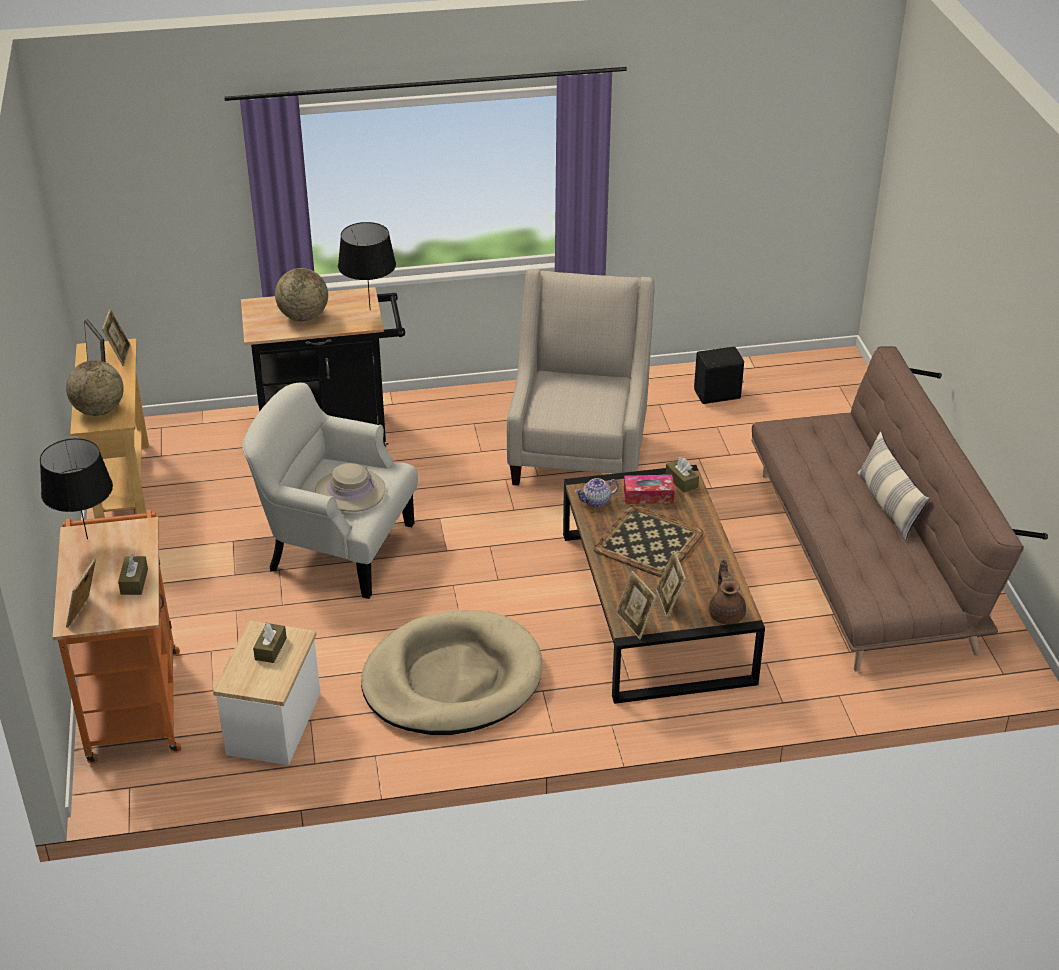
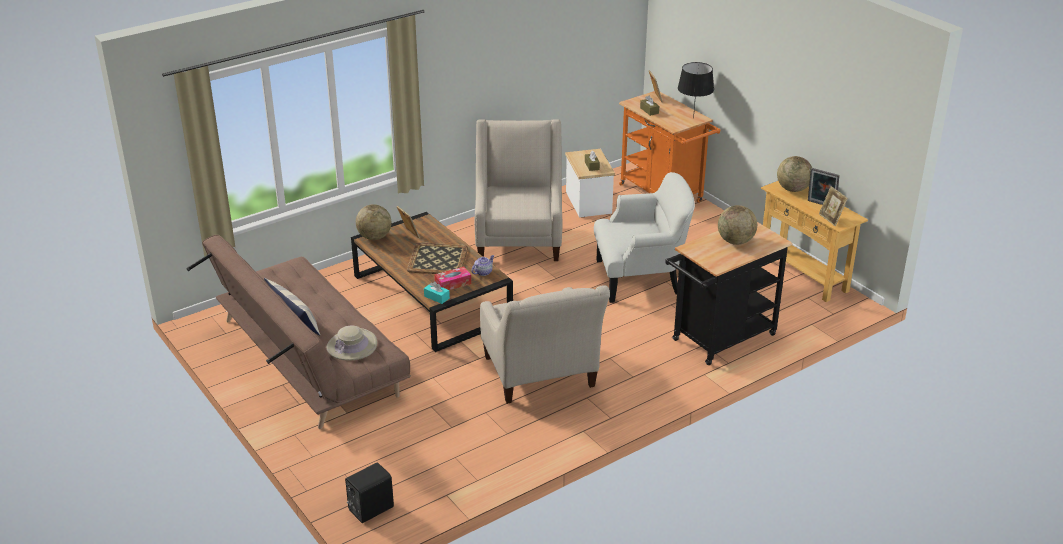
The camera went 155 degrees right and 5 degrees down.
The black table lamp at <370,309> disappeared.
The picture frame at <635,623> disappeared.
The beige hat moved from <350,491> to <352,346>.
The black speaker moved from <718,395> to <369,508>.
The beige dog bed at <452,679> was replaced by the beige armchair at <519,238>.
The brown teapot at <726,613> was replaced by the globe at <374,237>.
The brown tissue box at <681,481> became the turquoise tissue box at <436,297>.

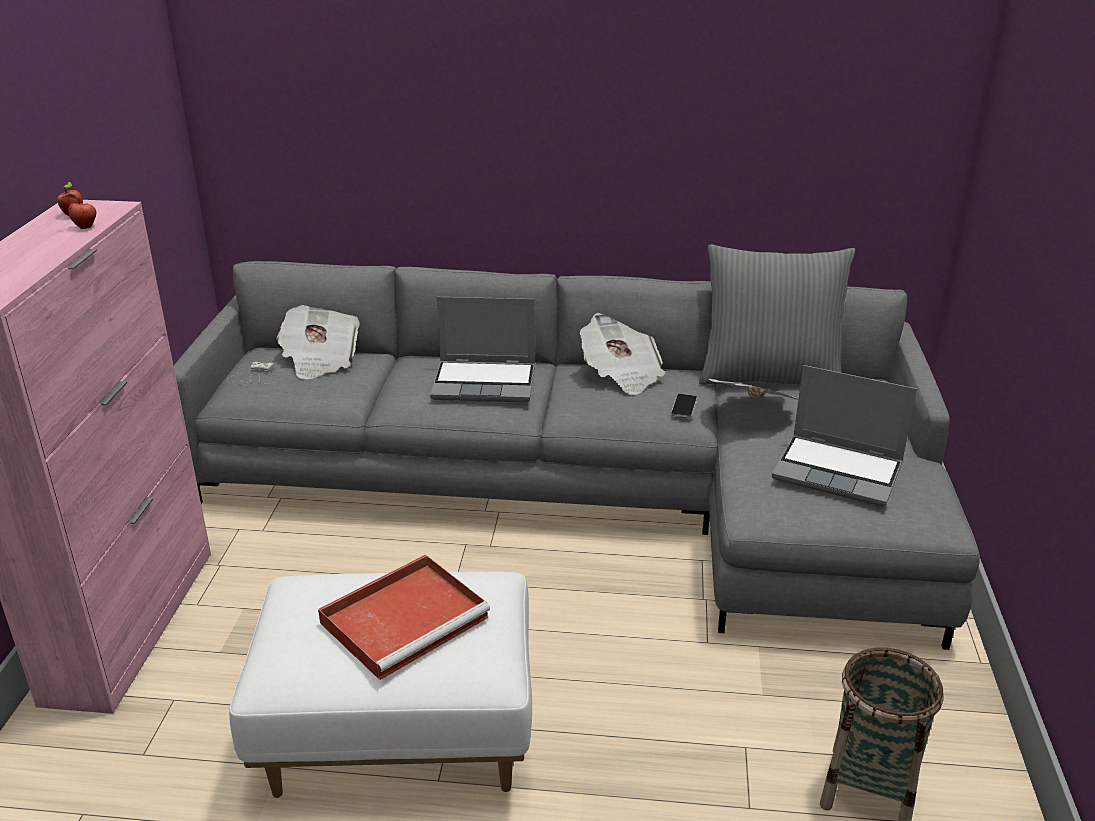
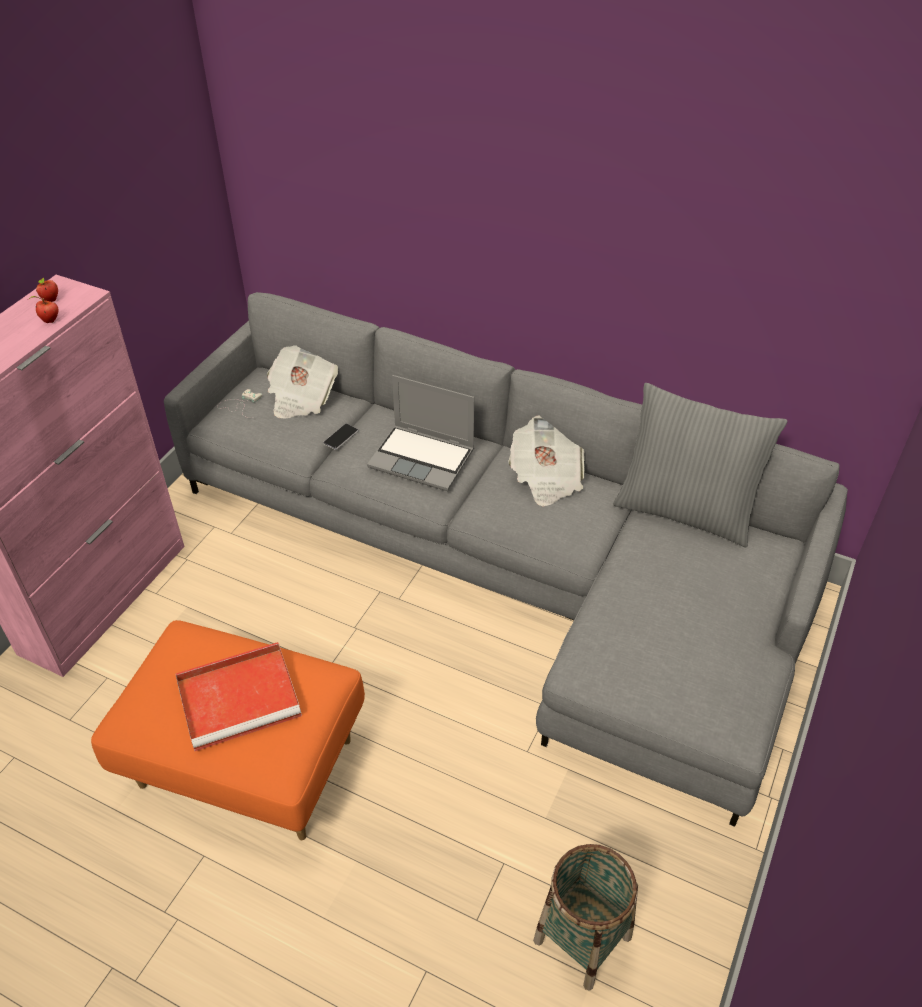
The camera went 20 degrees right and 15 degrees up.
The newspaper at <753,411> disappeared.
The laptop at <839,472> disappeared.
The phone moved from <684,406> to <341,437>.
The white ottoman at <397,739> became the orange ottoman at <244,765>.

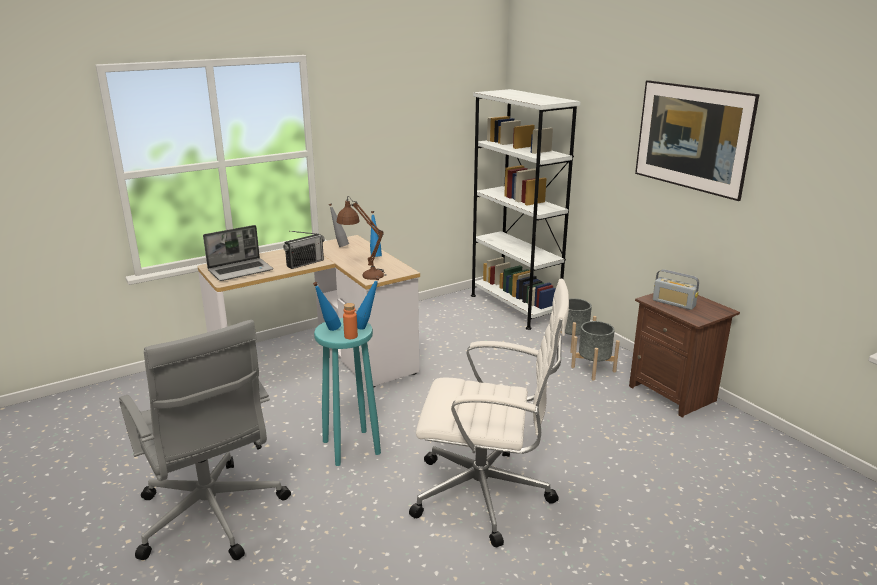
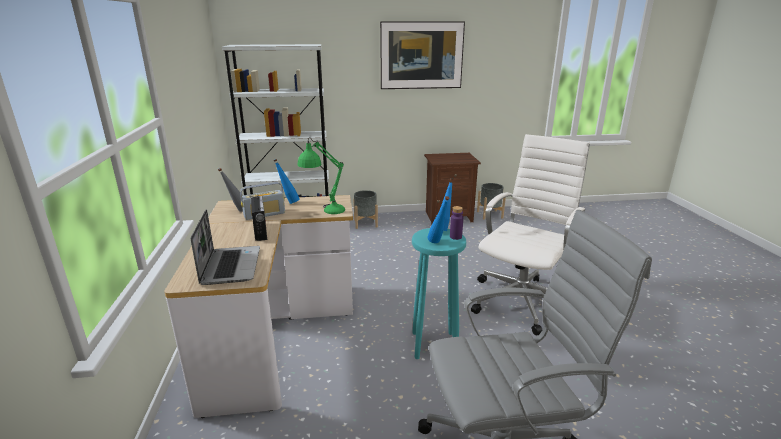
The camera went 65 degrees left and 0 degrees up.
The grey planter moved from <593,369> to <490,214>.
The radio moved from <673,303> to <264,214>.
The brown table lamp at <363,273> became the green table lamp at <324,212>.
The orange bottle at <351,336> became the purple bottle at <455,237>.

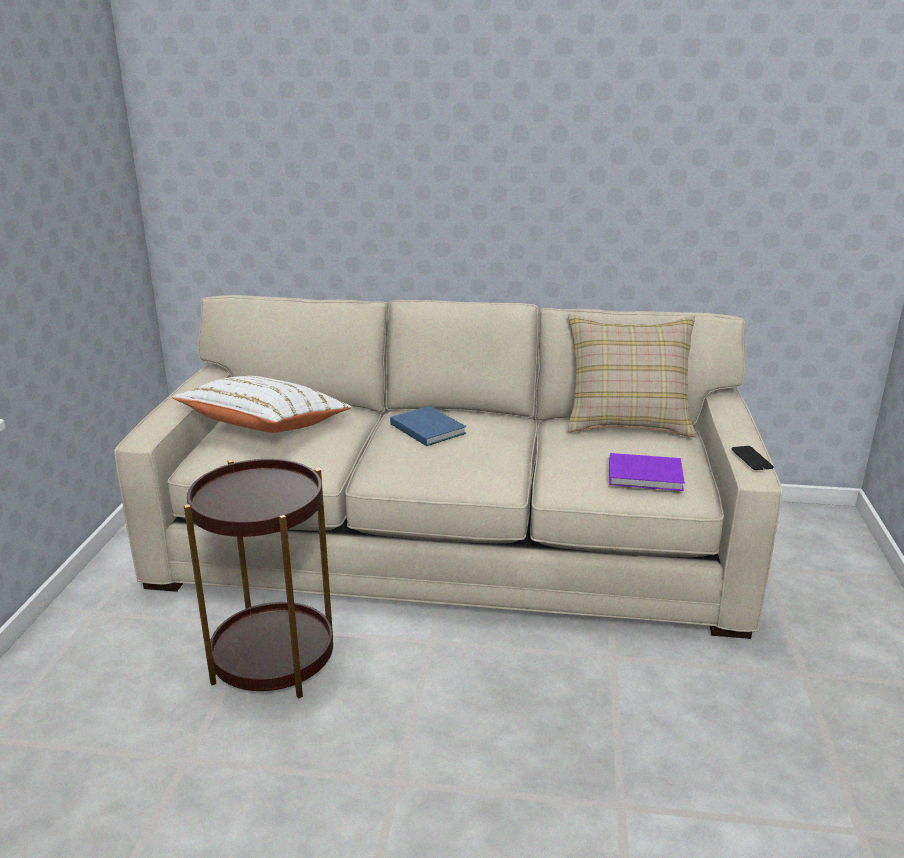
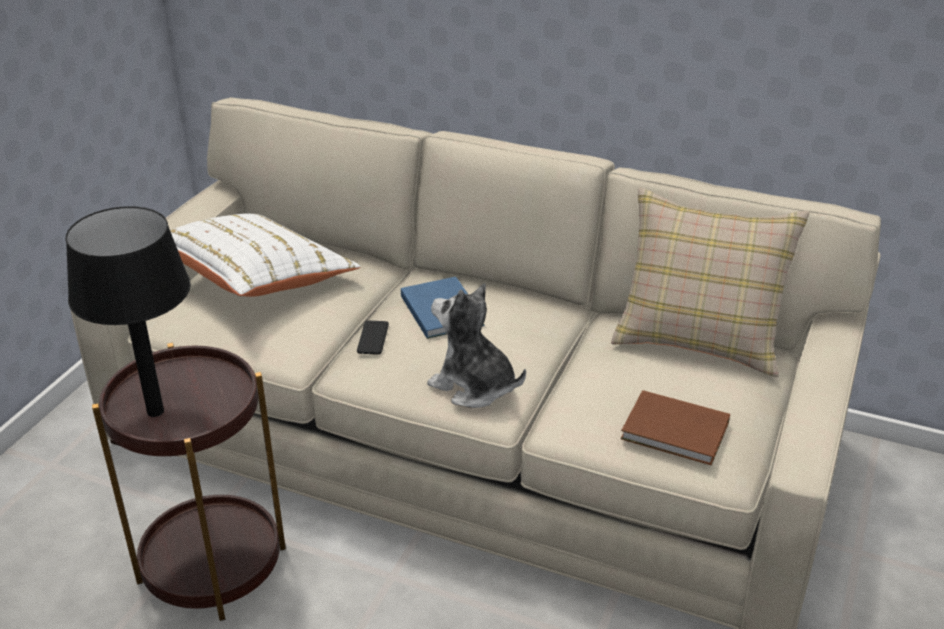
The camera went 15 degrees right and 10 degrees up.
The black table lamp at <156,411> appeared.
The plush toy at <473,386> appeared.
The phone moved from <751,458> to <373,338>.
The purple book at <647,476> became the brown book at <677,432>.

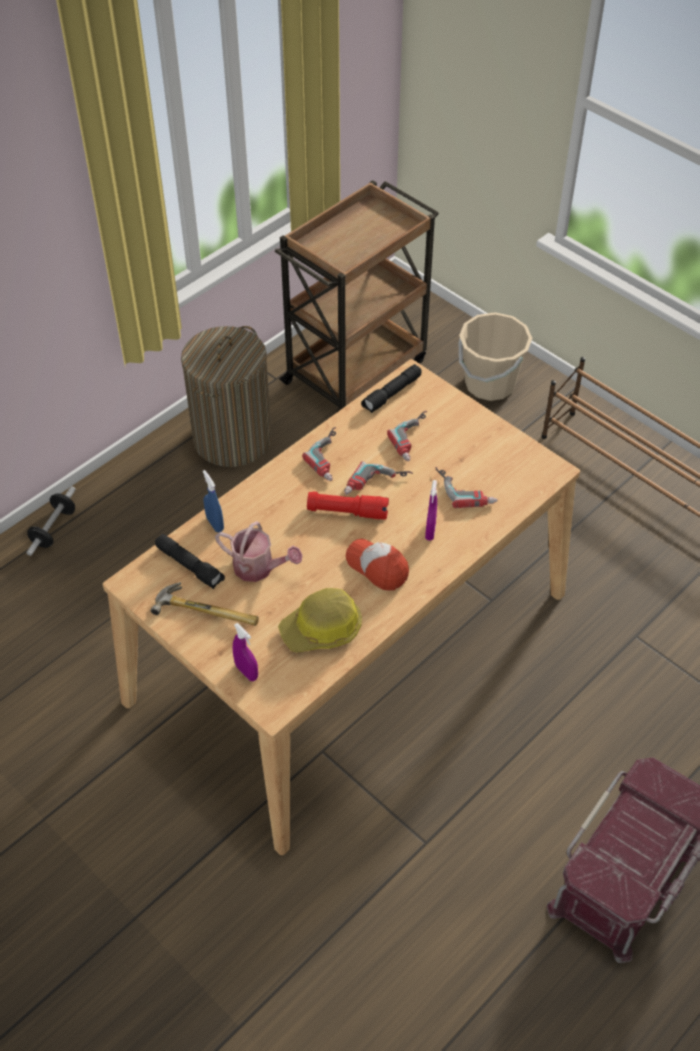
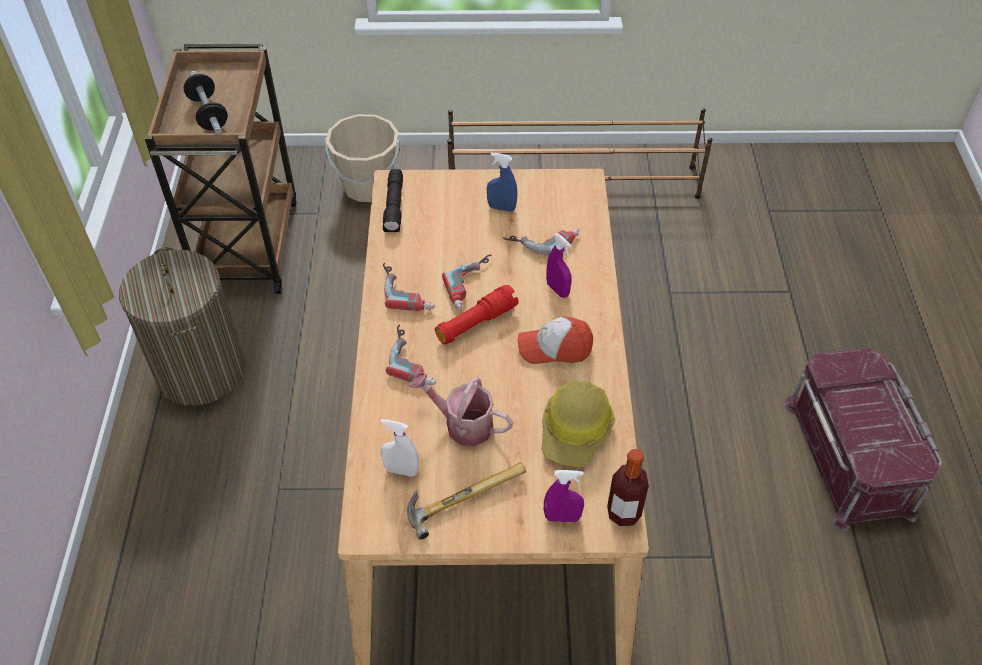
The camera went 45 degrees left and 0 degrees up.
The bottle at <623,513> appeared.
The dumbbell moved from <53,529> to <208,114>.
The blue spray bottle moved from <215,524> to <501,208>.
The power drill moved from <415,439> to <416,359>.
The black flashlight at <190,566> was replaced by the white spray bottle at <401,470>.
The watering can at <259,568> turned 135 degrees counterclockwise.

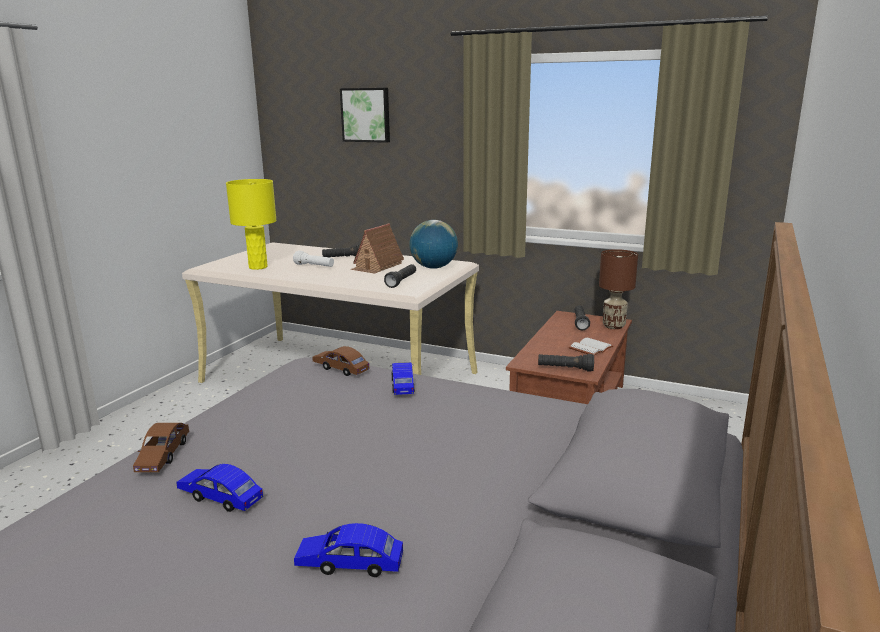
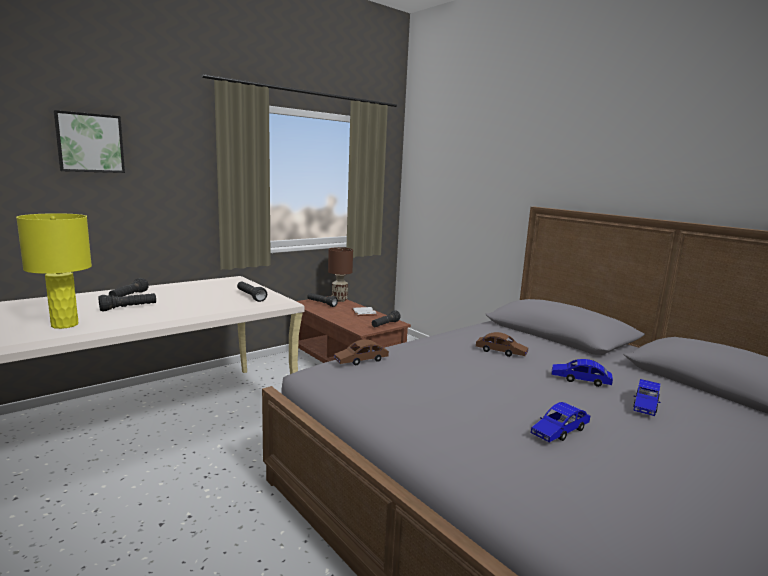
The camera went 65 degrees left and 5 degrees down.
The toy house at <377,266> disappeared.
The globe at <433,267> disappeared.
The brown toy car moved from <164,455> to <501,352>.
The blue toy car moved from <402,384> to <580,380>.
The white flashlight at <314,266> became the black flashlight at <128,308>.

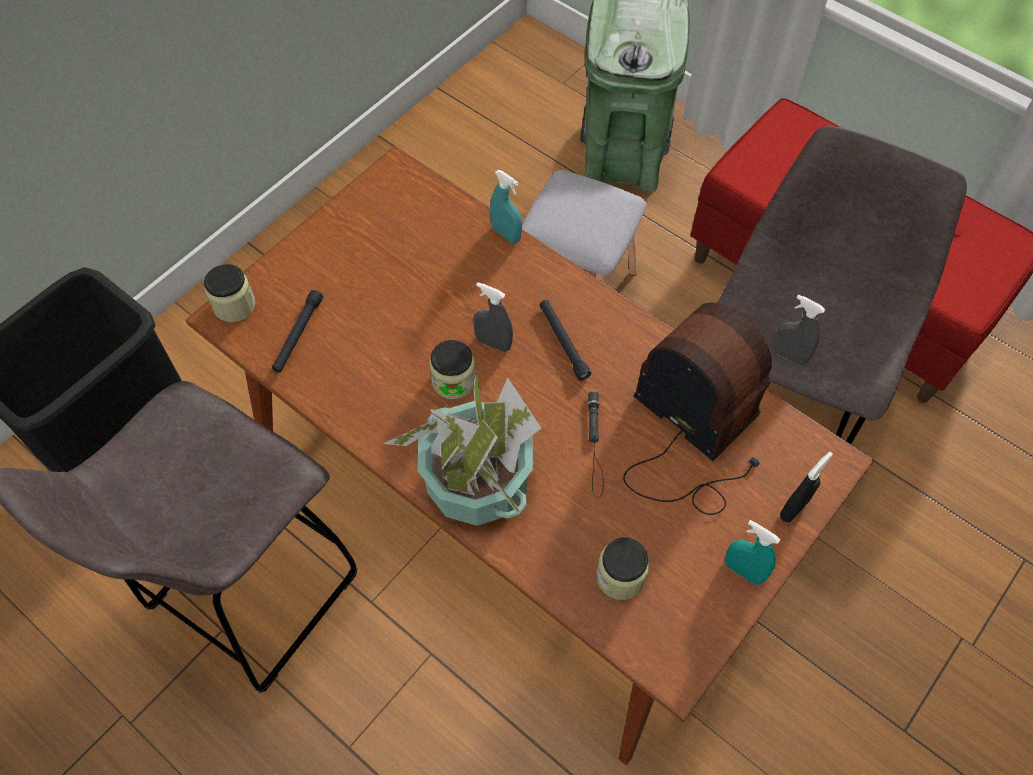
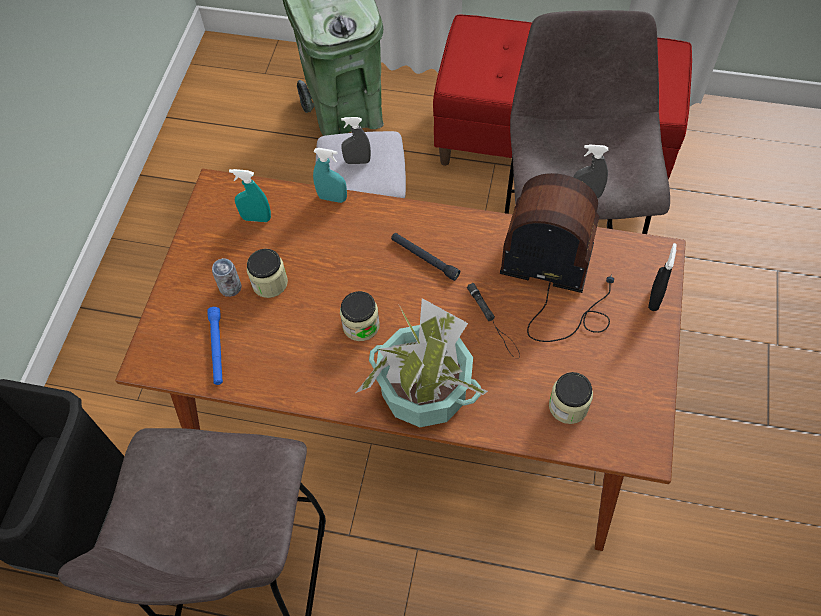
The camera went 25 degrees left and 0 degrees up.
The can at <230,288> appeared.
The jar moved from <234,305> to <270,283>.
The grey spray bottle moved from <493,343> to <357,161>.
The turquoise spray bottle moved from <743,571> to <256,218>.
The black flashlight at <298,335> became the blue flashlight at <217,348>.

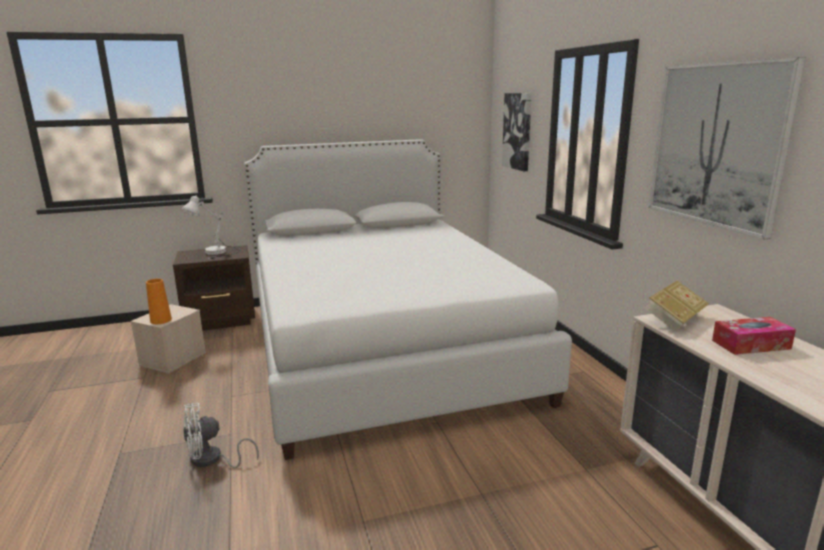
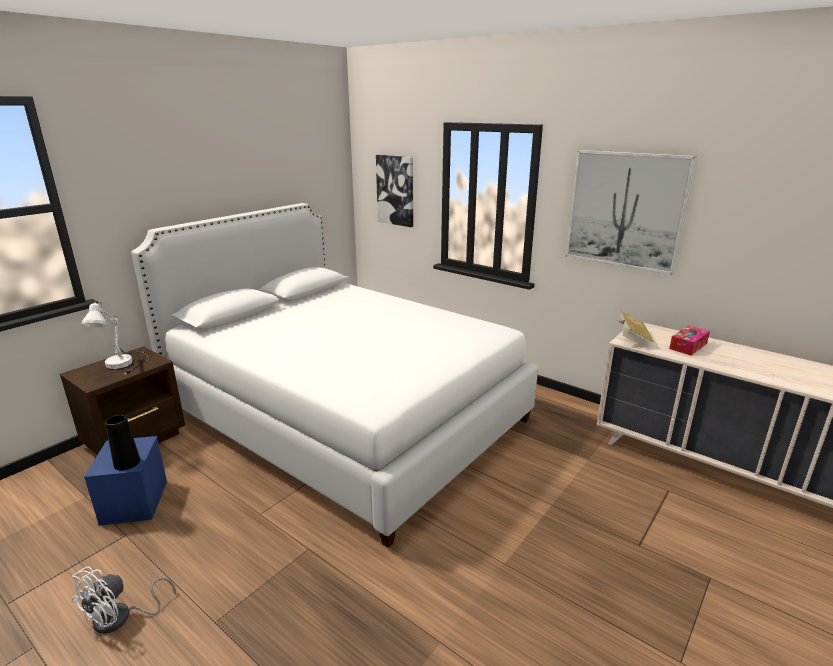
The camera went 35 degrees left and 5 degrees up.
The white fan moved from <212,460> to <120,618>.
The beige storage box at <173,359> became the blue storage box at <135,502>.
The orange vase at <161,320> became the black vase at <127,463>.

